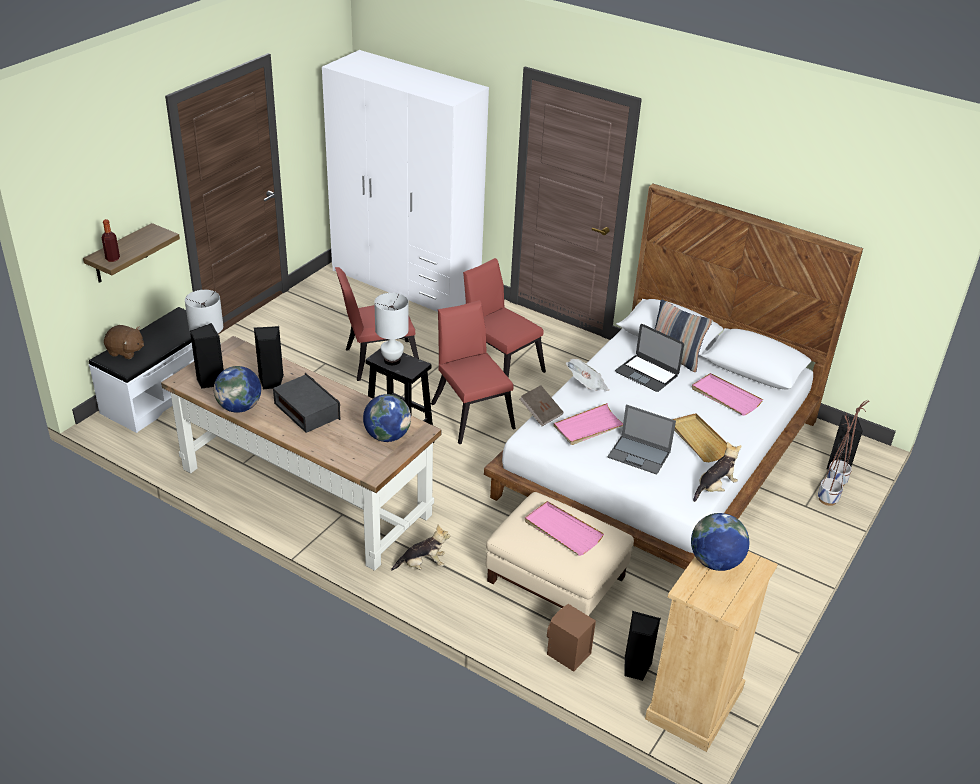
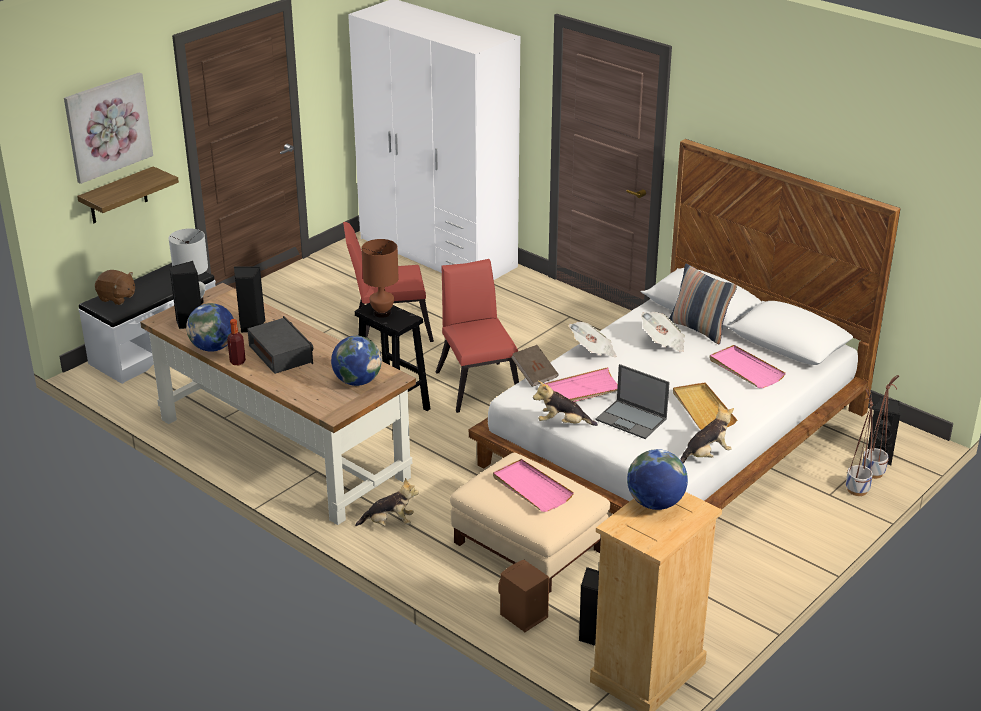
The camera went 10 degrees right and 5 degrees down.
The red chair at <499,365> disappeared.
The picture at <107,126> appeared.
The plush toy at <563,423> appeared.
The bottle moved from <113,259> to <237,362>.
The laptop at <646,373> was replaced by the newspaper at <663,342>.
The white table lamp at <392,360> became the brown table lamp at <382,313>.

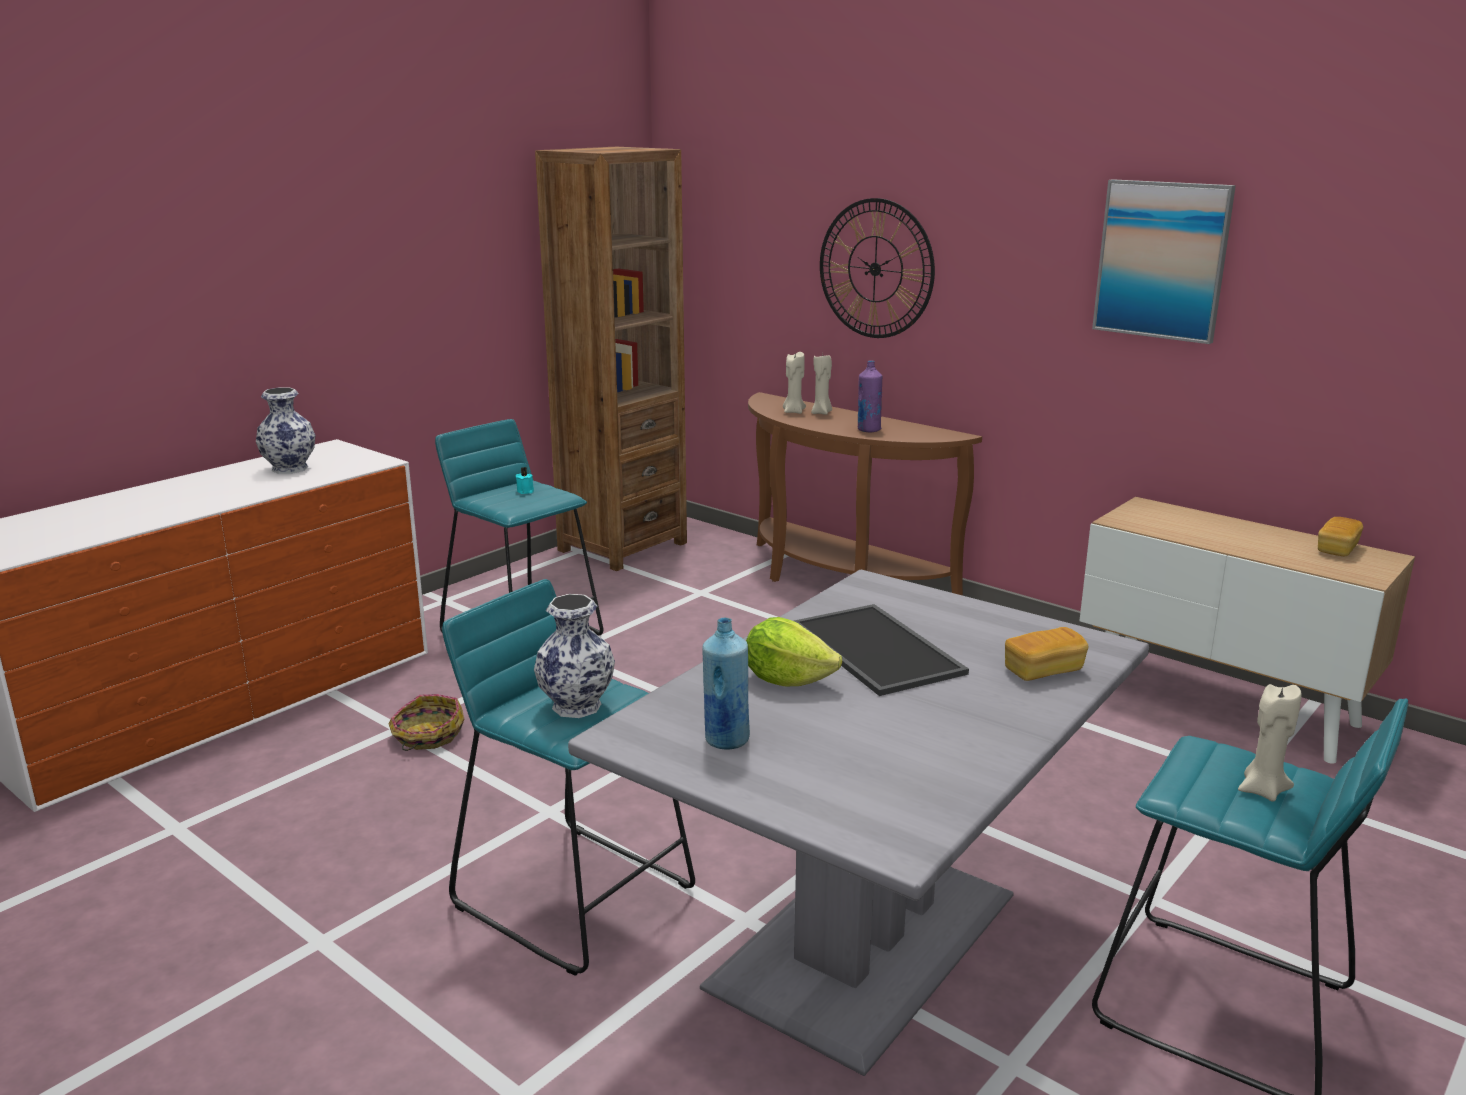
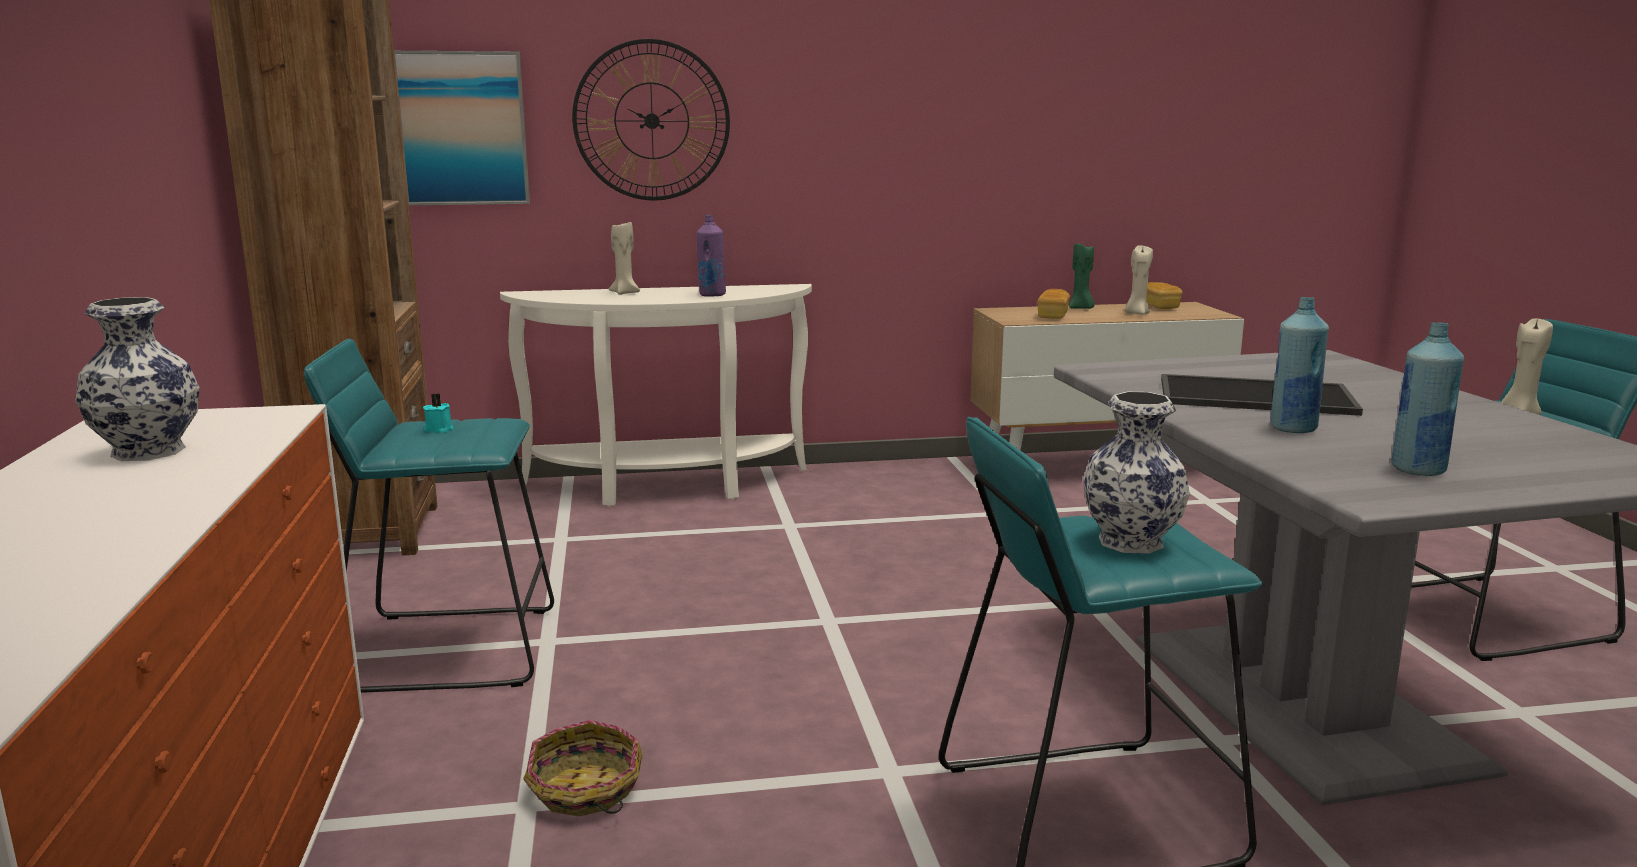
The camera went 50 degrees left and 5 degrees down.
The green candle at <1080,308> appeared.
The beige candle moved from <793,412> to <1136,313>.
The bread moved from <1043,670> to <1052,316>.
The picture moved from <1162,260> to <463,129>.
The lettuce at <787,679> was replaced by the blue bottle at <1292,428>.
The brown console table at <836,582> became the white console table at <667,487>.

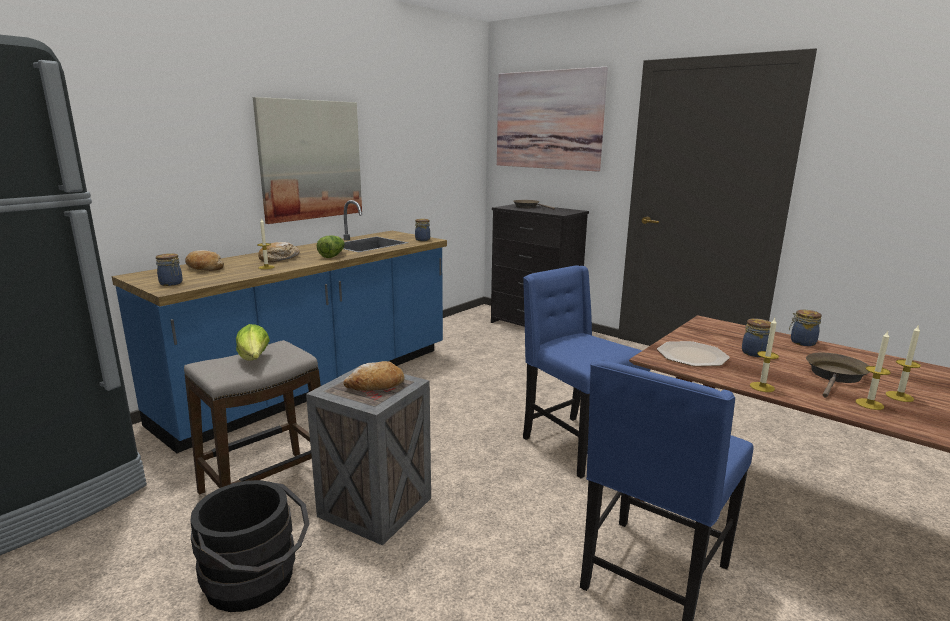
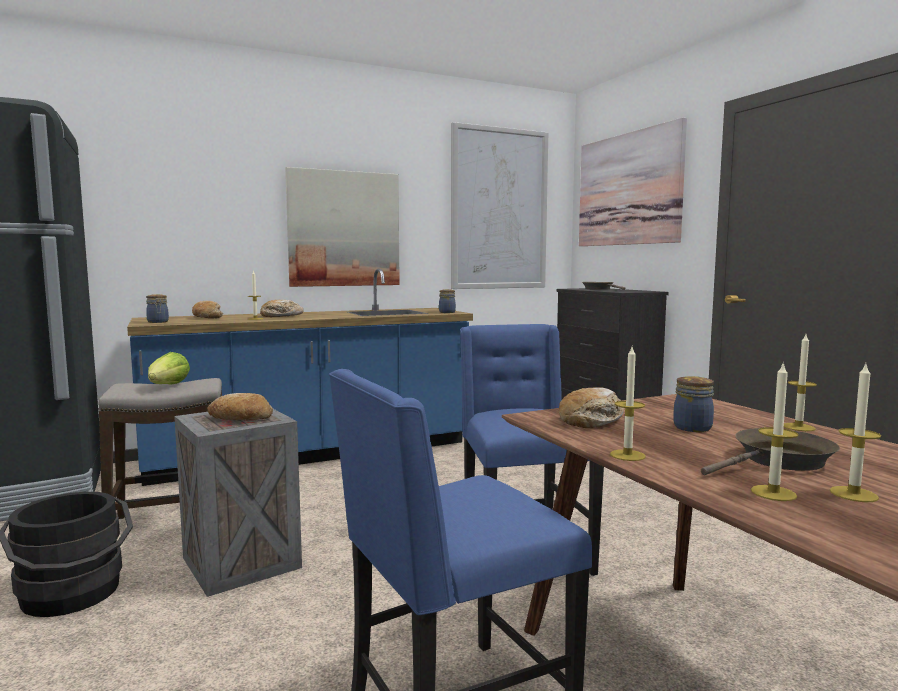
The camera went 25 degrees right and 10 degrees down.
The lettuce at <332,255> disappeared.
The picture at <499,209> appeared.
The plate at <691,355> was replaced by the bread at <592,420>.
The jar at <801,342> was replaced by the candle at <798,427>.

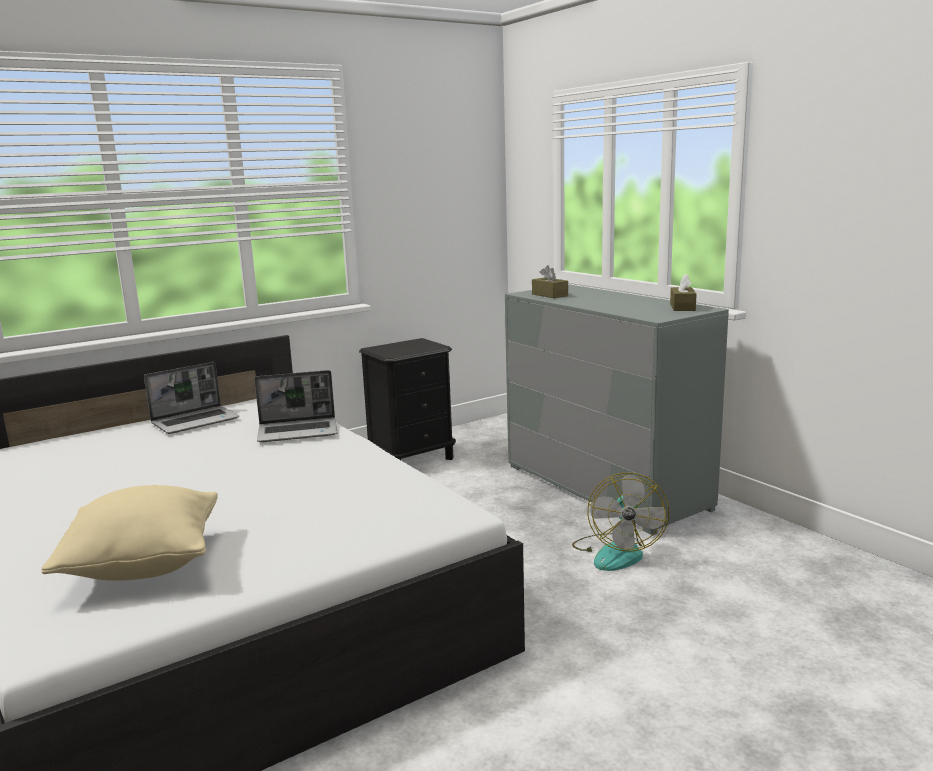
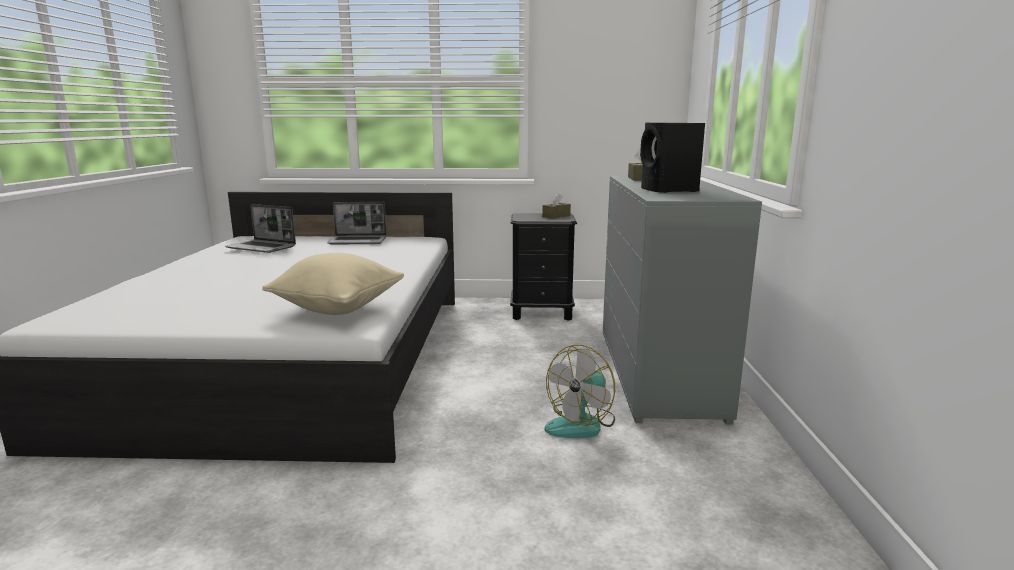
The camera went 35 degrees right and 0 degrees up.
The black speaker at <669,190> appeared.
The beige pillow moved from <144,565> to <338,308>.
The laptop moved from <299,431> to <262,247>.
The brown tissue box moved from <682,307> to <556,216>.

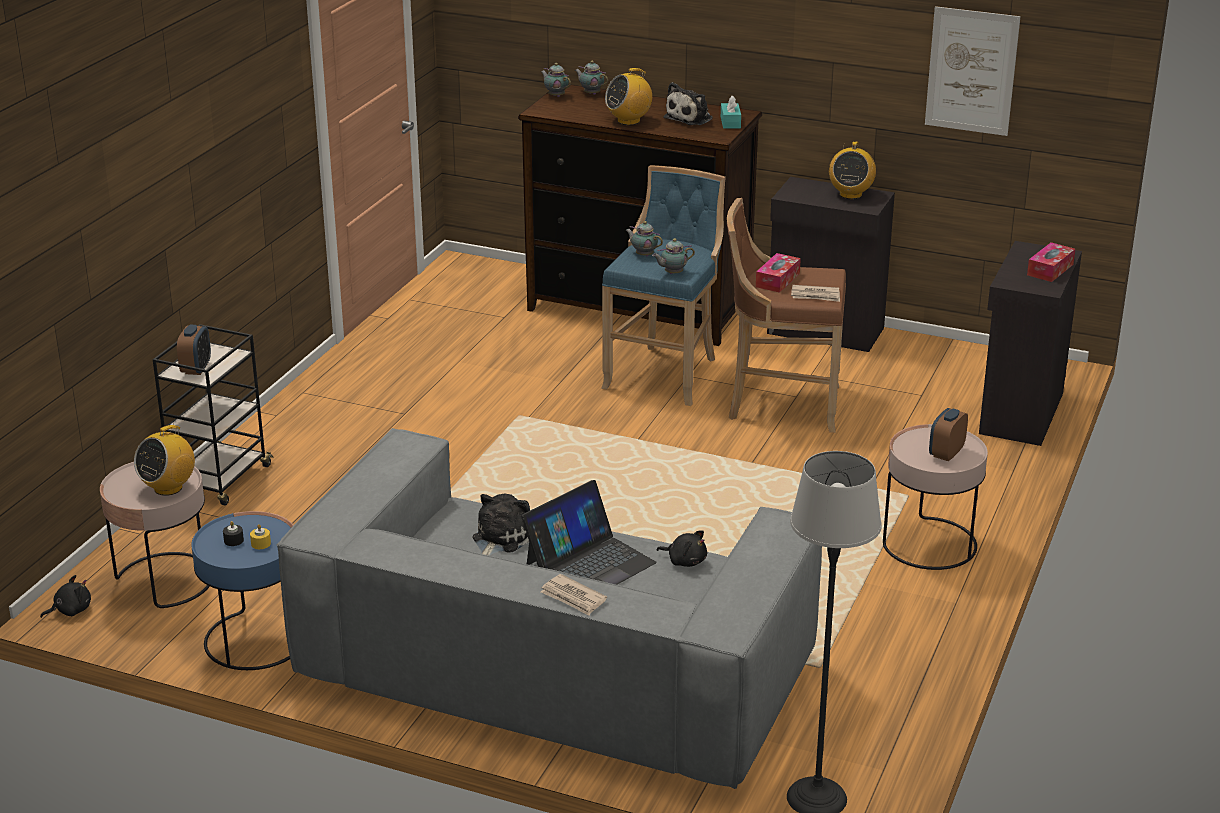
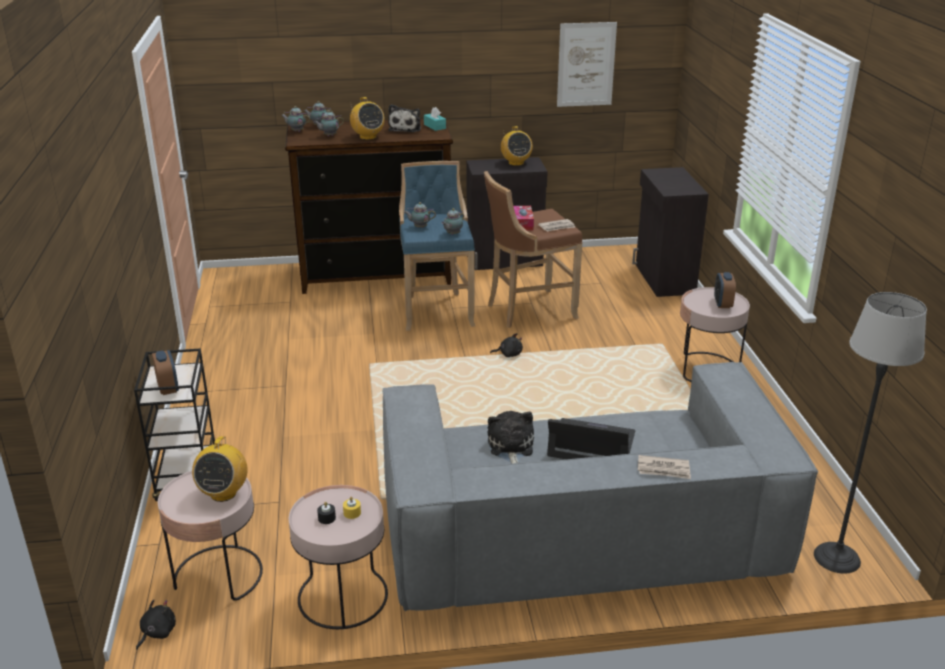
The camera went 30 degrees left and 0 degrees up.
The tissue box at <1050,269> disappeared.
The teapot at <329,136> appeared.
The black plush toy moved from <685,561> to <509,354>.
The blue side table at <255,640> became the pink side table at <342,597>.
The laptop at <589,563> turned 90 degrees counterclockwise.
The radio at <629,121> turned 60 degrees counterclockwise.

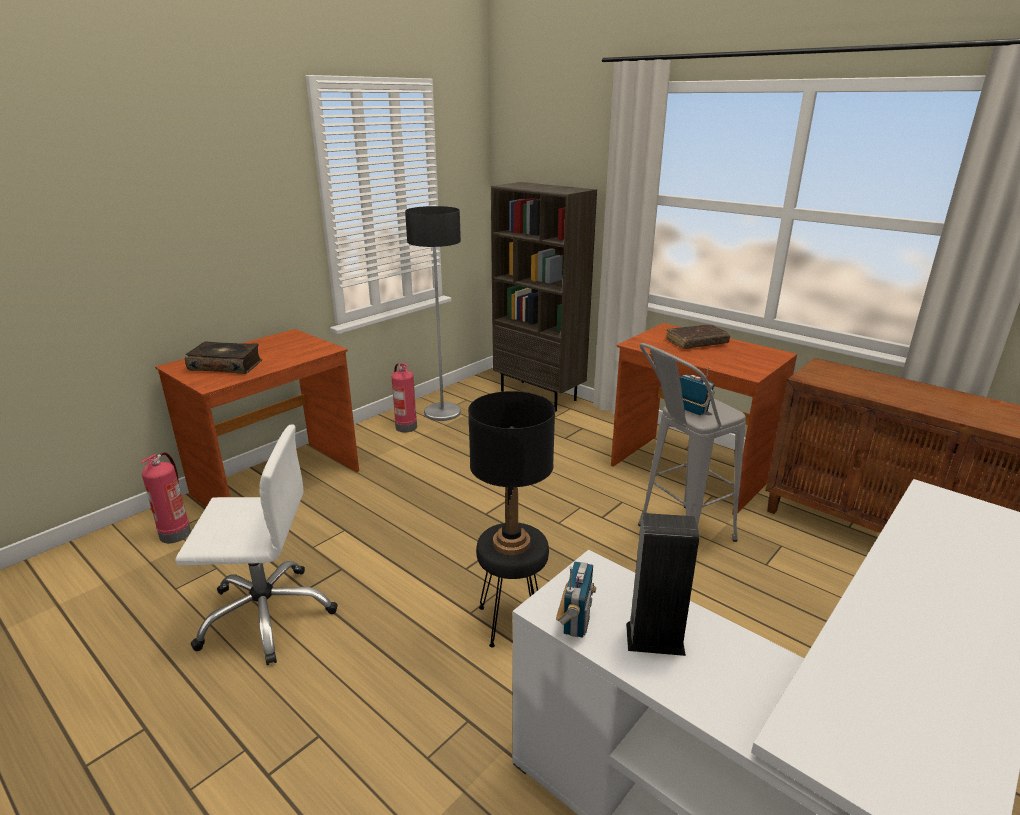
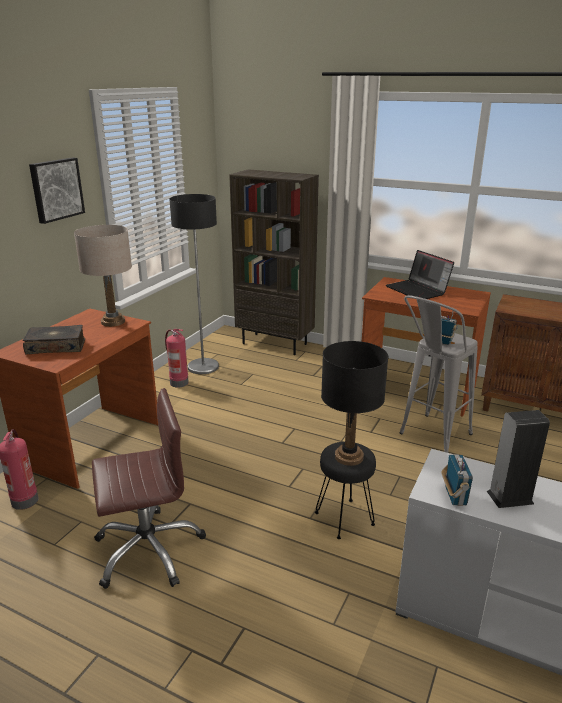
The camera went 15 degrees left and 0 degrees up.
The picture at <56,189> appeared.
The beige table lamp at <113,322> appeared.
The brown book at <696,343> was replaced by the laptop at <418,290>.
The white office chair at <267,614> became the brown office chair at <148,549>.

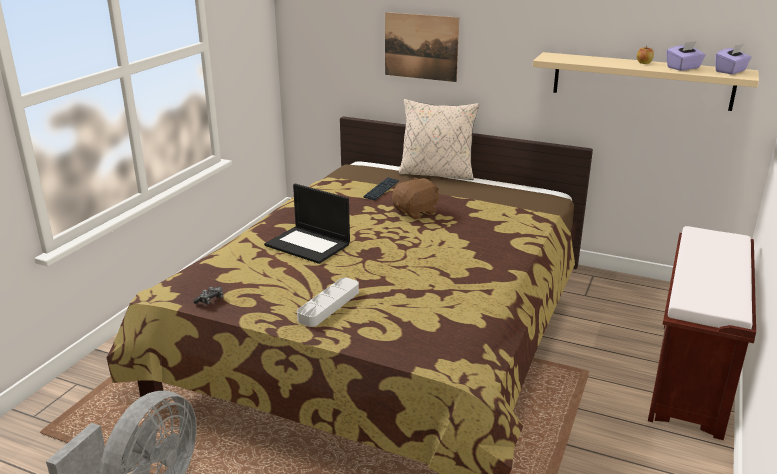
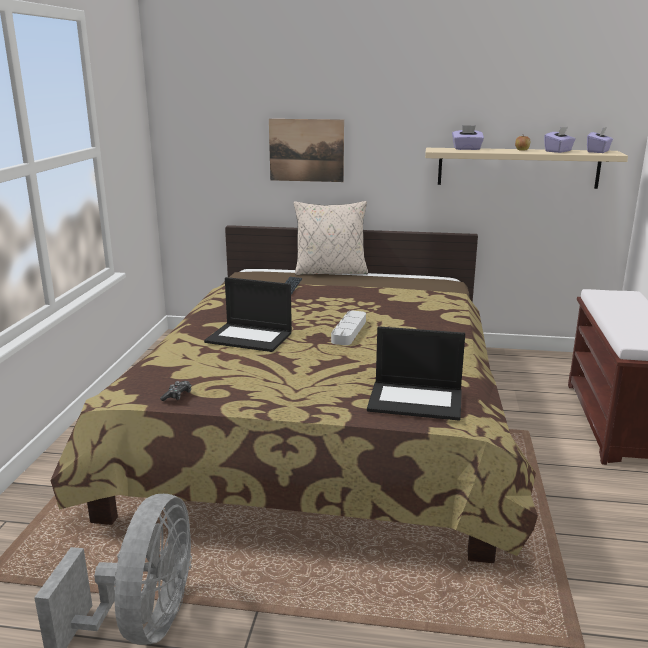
The camera went 15 degrees left and 5 degrees down.
The brown plush toy at <416,212> disappeared.
The laptop at <416,400> appeared.
The purple tissue box at <467,149> appeared.
The grey tray moved from <329,305> to <349,331>.

